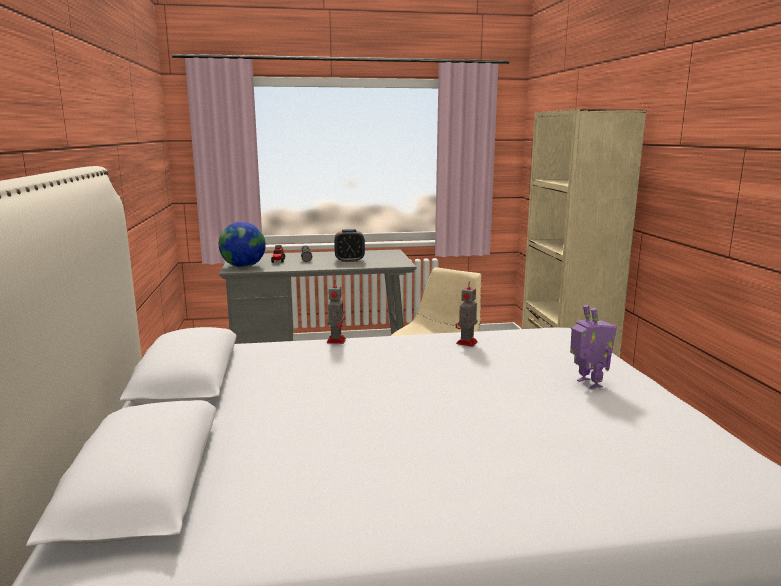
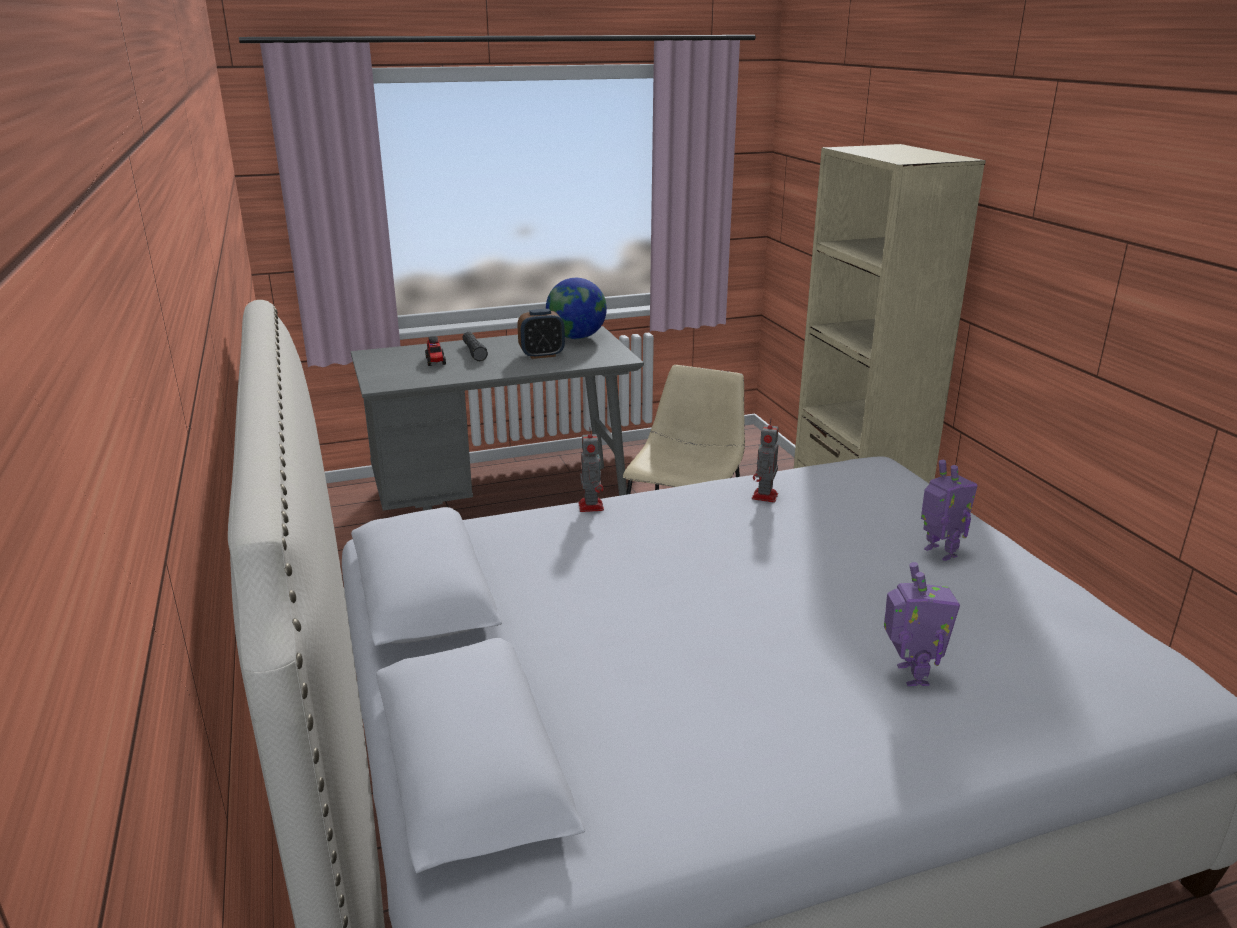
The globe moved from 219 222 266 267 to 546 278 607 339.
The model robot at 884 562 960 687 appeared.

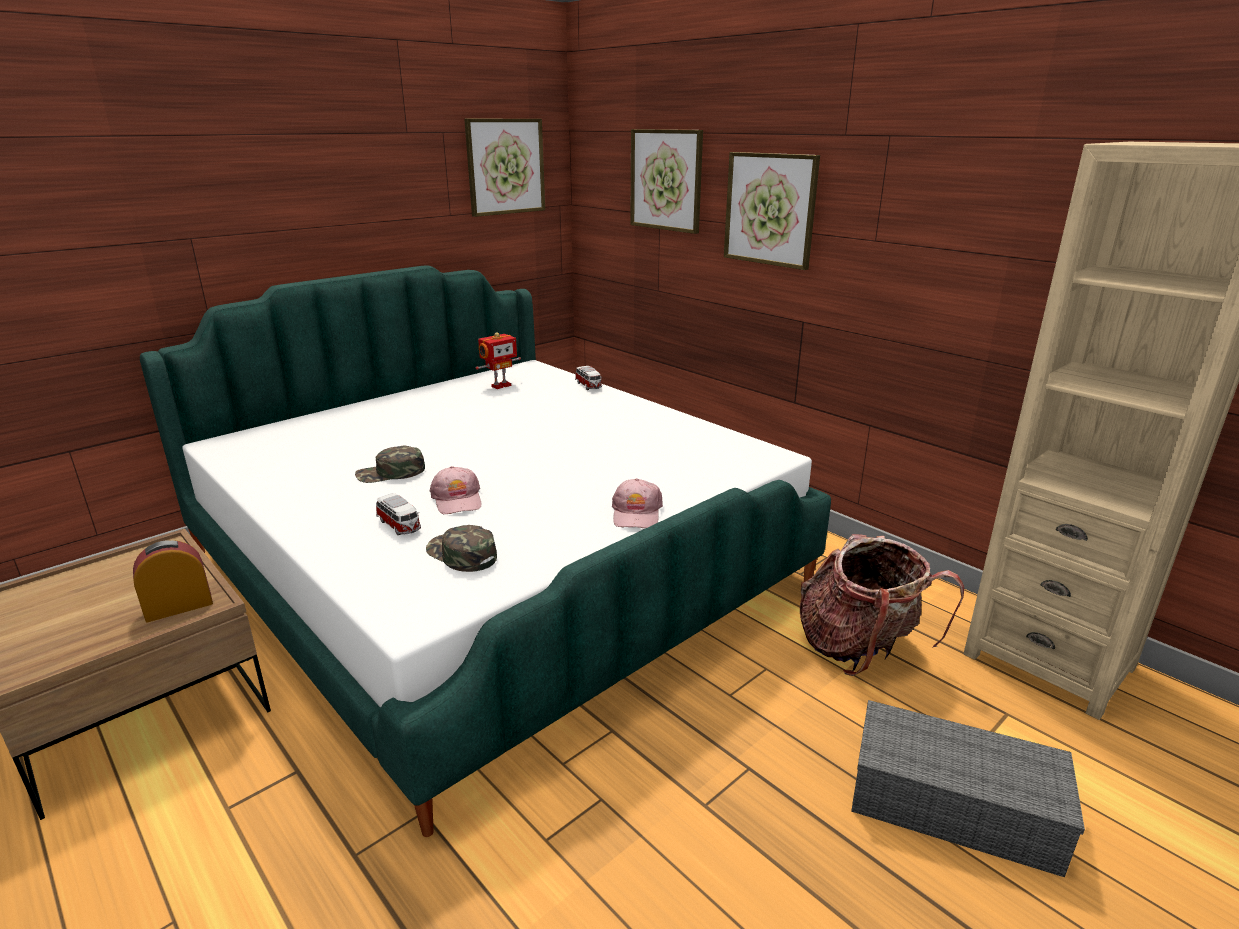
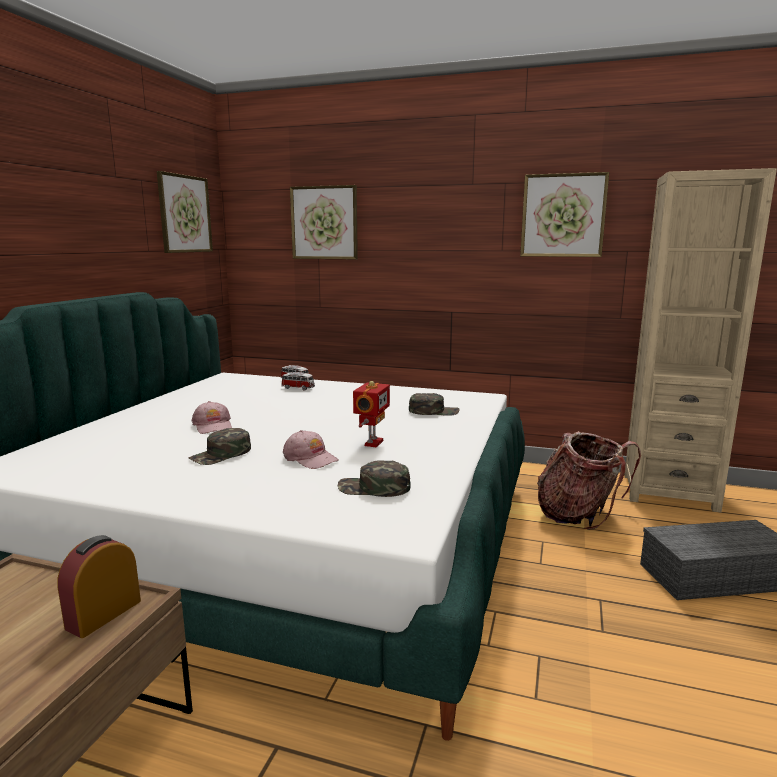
The wall picture moved from 724 152 820 270 to 520 172 609 257.
The model robot moved from 476 332 521 389 to 353 381 390 448.
The pinkish peaked cap moved from 612 478 663 528 to 191 401 232 434.
The model car moved from 376 493 421 535 to 281 372 315 390.
The greenish peaked cap at 409 393 460 416 appeared.

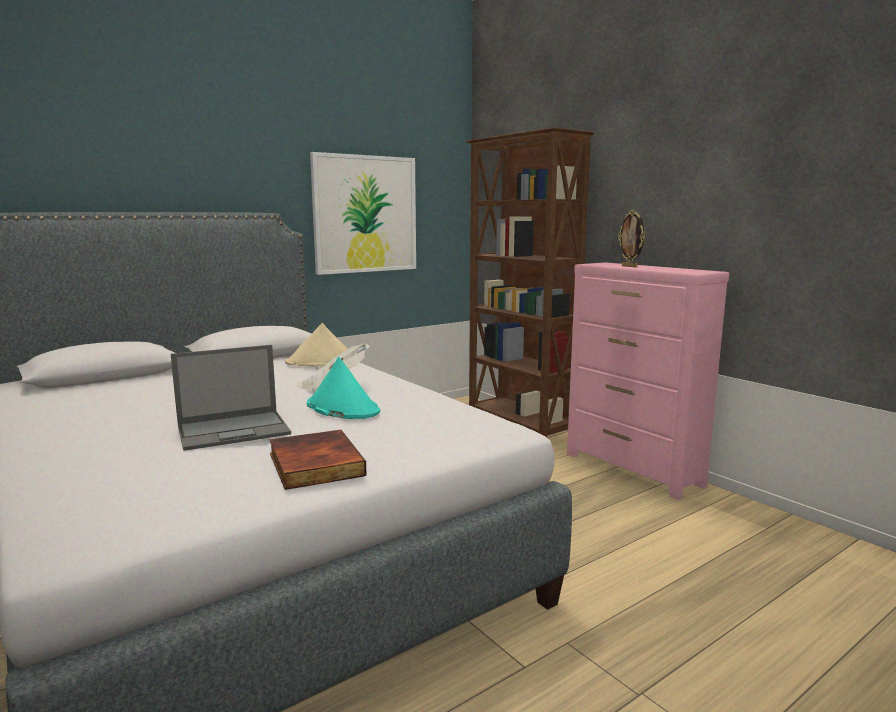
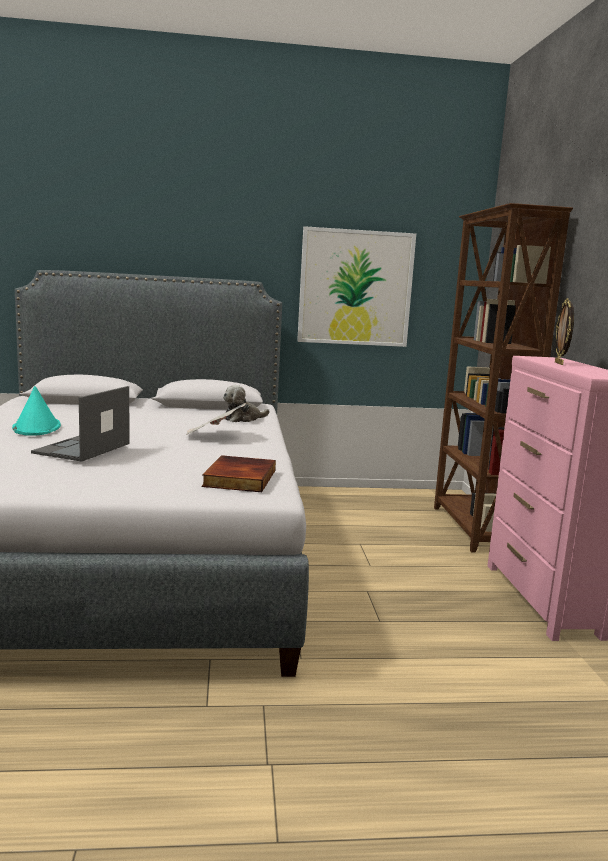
The beige-coloured clothing hat at 285 323 347 367 was replaced by the plush toy at 223 385 270 422.
The laptop at 171 345 291 451 turned 105 degrees clockwise.
The turquoise clothing hat moved from 307 357 380 419 to 12 386 61 436.
The book moved from 269 430 366 490 to 202 455 276 492.

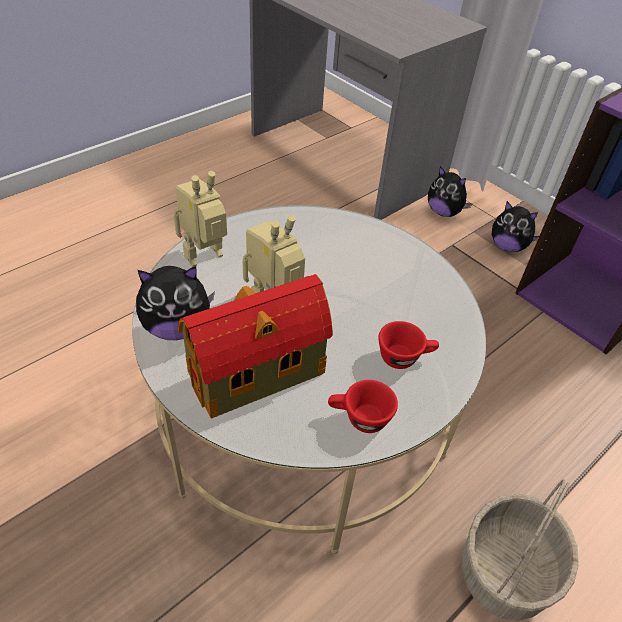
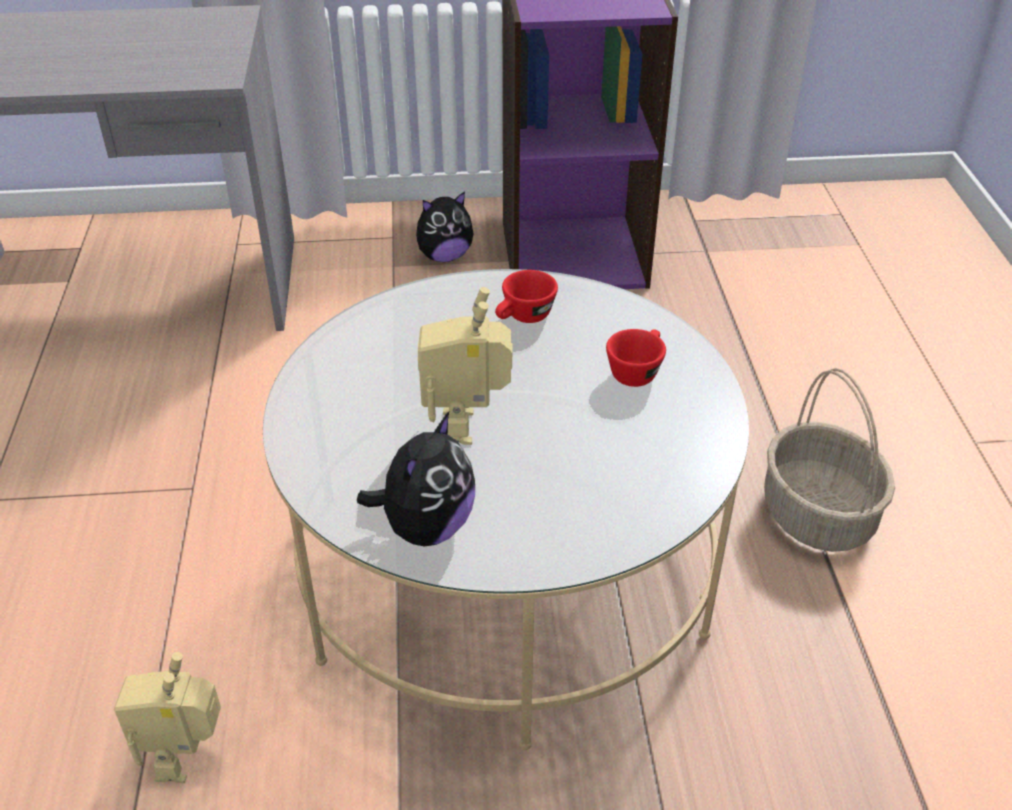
The plush toy at 428 166 472 217 disappeared.
The model robot moved from 174 171 227 267 to 114 652 221 783.
The toy house at 178 274 333 418 disappeared.
The red-coloured small cup moved from 328 380 398 433 to 495 270 558 323.

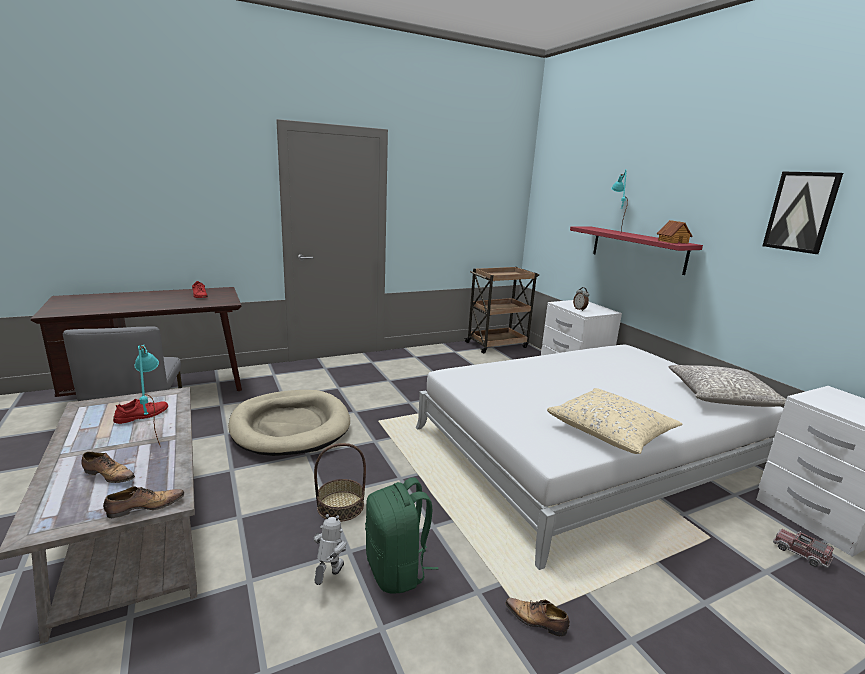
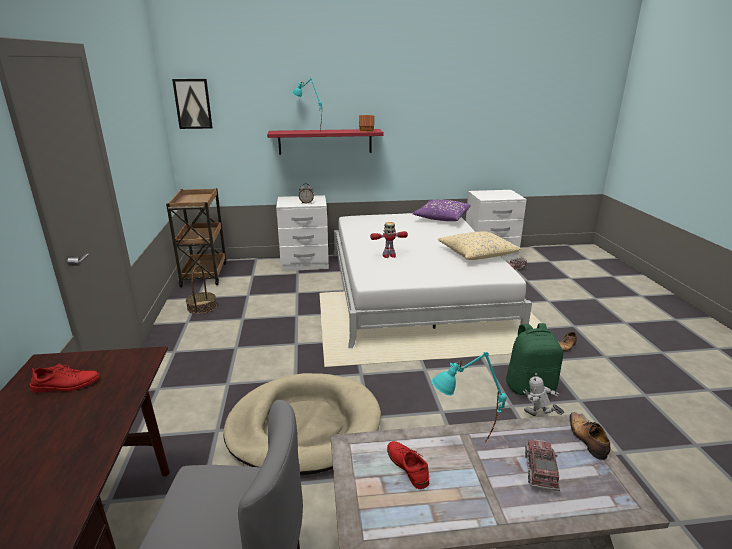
The wall picture moved from 762 171 843 254 to 172 79 213 129.
The grey throw pillow at 668 365 787 407 became the purple-coloured throw pillow at 412 199 471 221.
The basket moved from 314 443 366 522 to 186 265 217 314.
The shoe at 81 452 135 483 was replaced by the toy lorry at 525 440 560 491.
The model robot at 370 222 408 258 appeared.

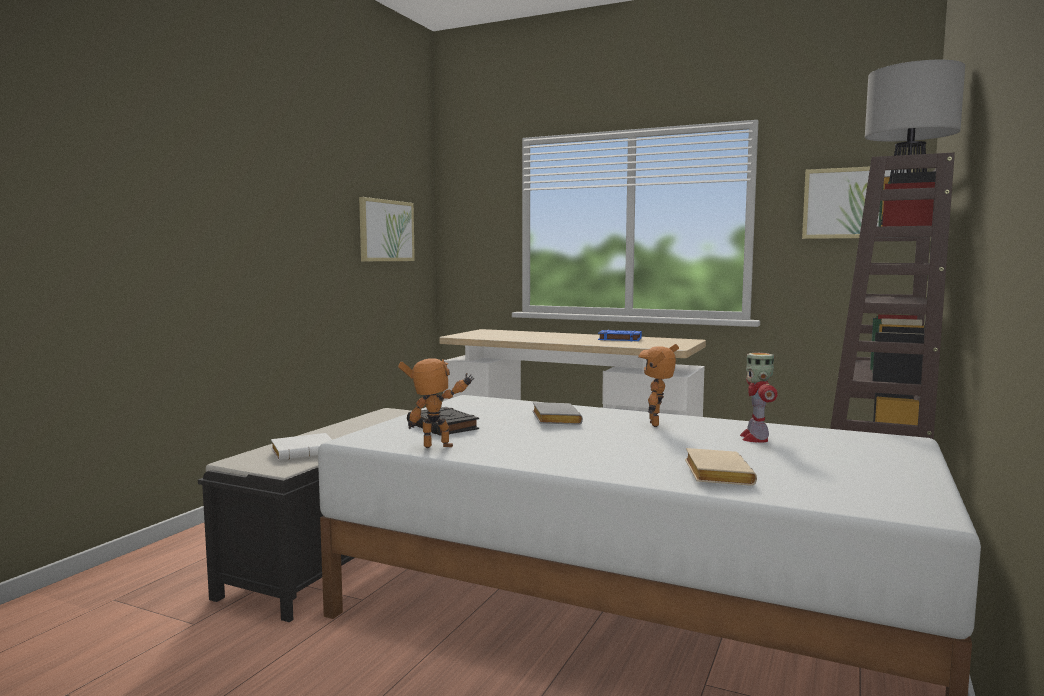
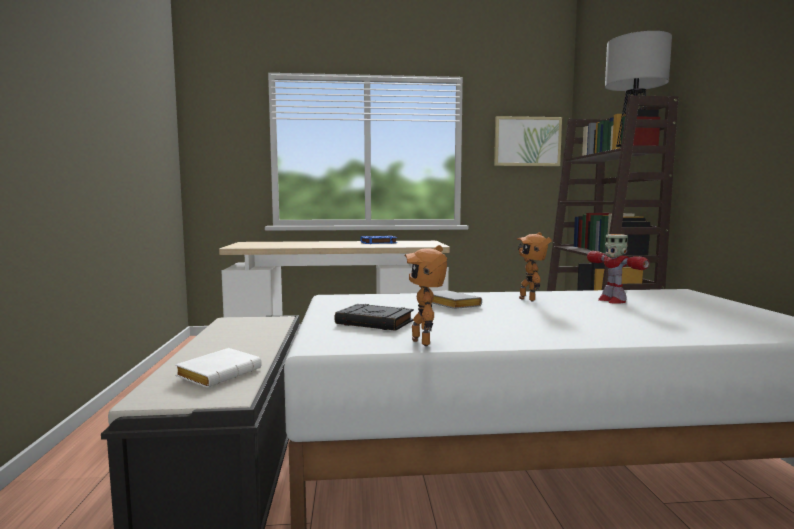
The wall picture at 359 197 415 261 disappeared.
The model robot at 398 358 474 448 turned 75 degrees counterclockwise.
The beige-coloured book at 685 448 757 486 disappeared.

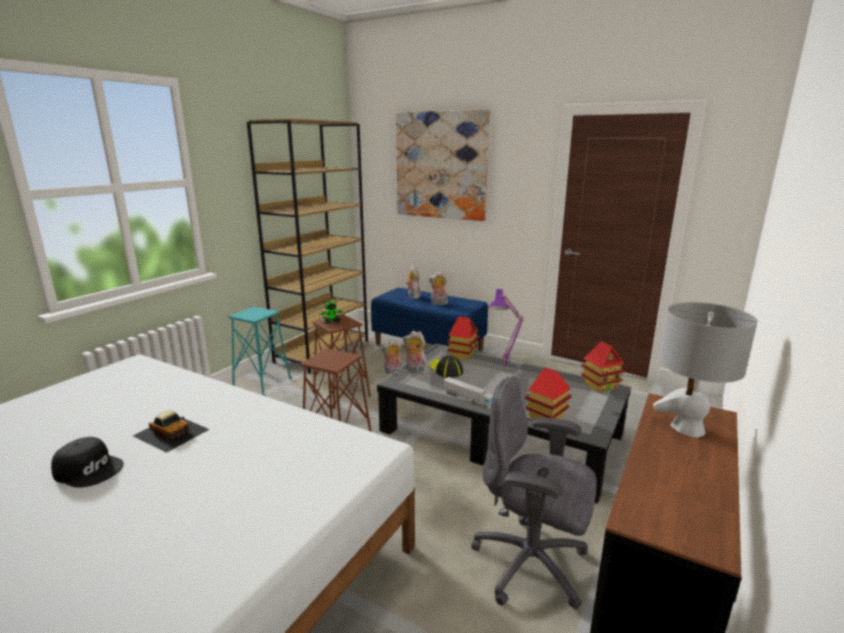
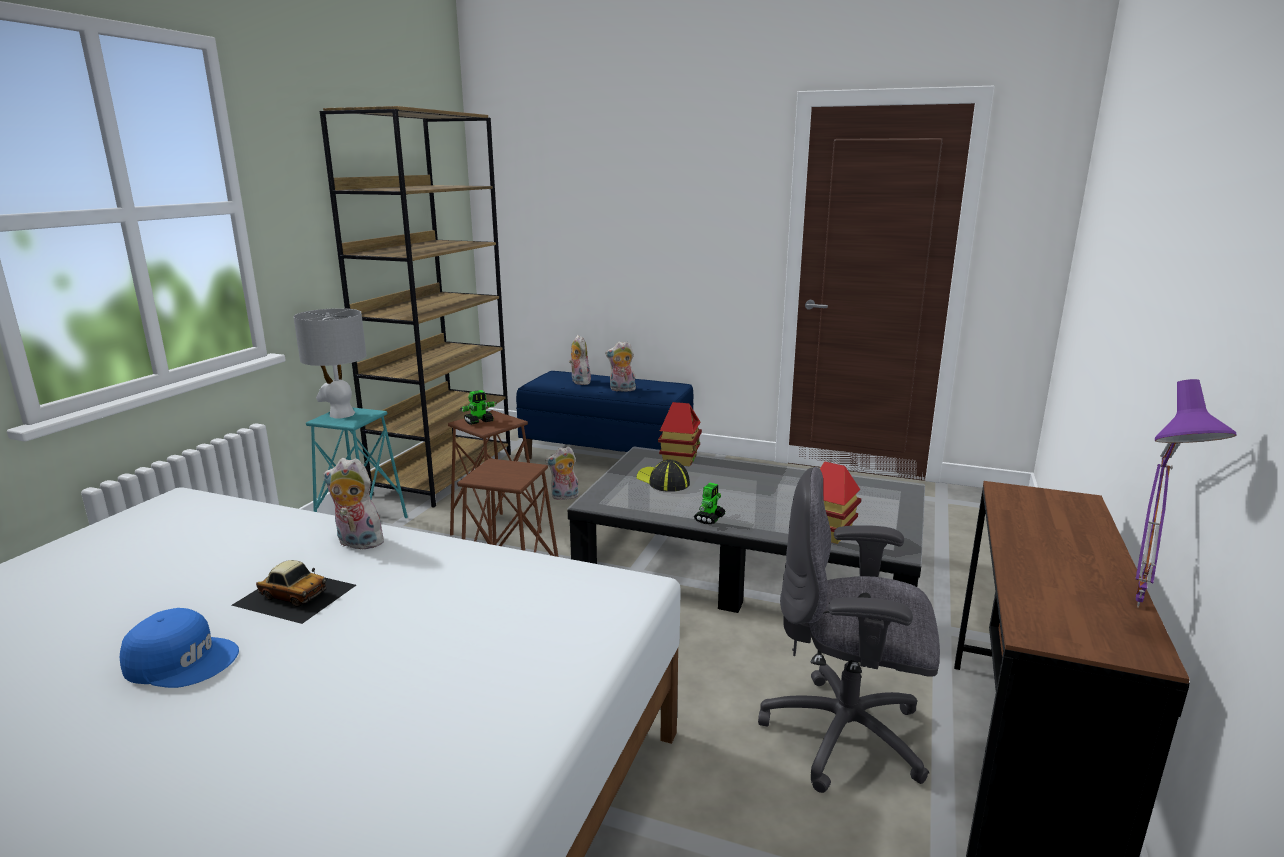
The wall picture at 396 109 491 221 disappeared.
The purple-coloured lamp for a table moved from 488 289 524 369 to 1135 379 1237 608.
The grey lamp for a table moved from 653 302 758 438 to 293 308 367 419.
The plush toy moved from 403 331 428 375 to 323 458 386 549.
The toy house at 581 341 625 393 disappeared.
The toy lorry at 442 377 493 409 was replaced by the model robot at 694 483 726 524.
The black peaked cap at 51 437 124 488 became the blue-coloured peaked cap at 120 608 239 688.

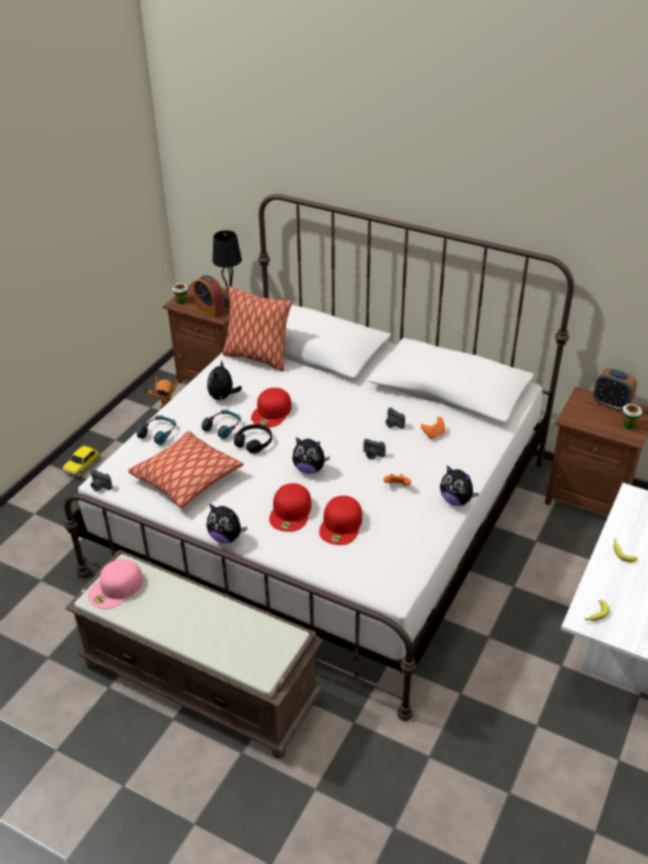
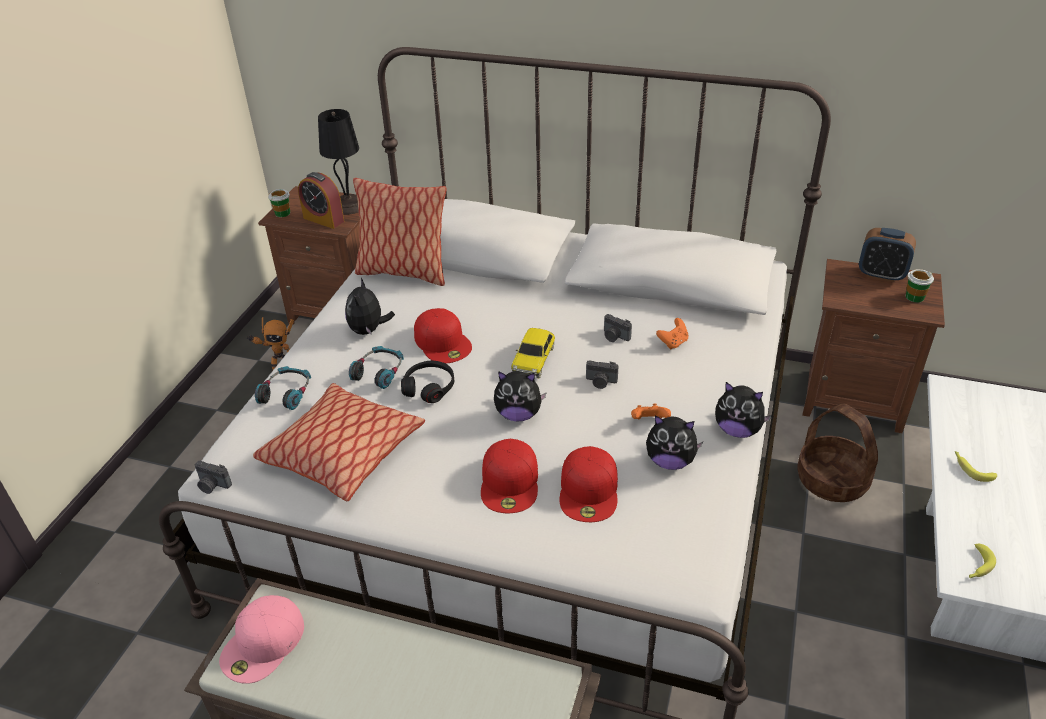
The red-coloured peaked cap at 251 388 292 427 turned 45 degrees counterclockwise.
The model car moved from 62 446 99 478 to 511 328 555 379.
The plush toy moved from 206 503 247 543 to 646 415 703 470.
The basket at 797 404 878 502 appeared.

